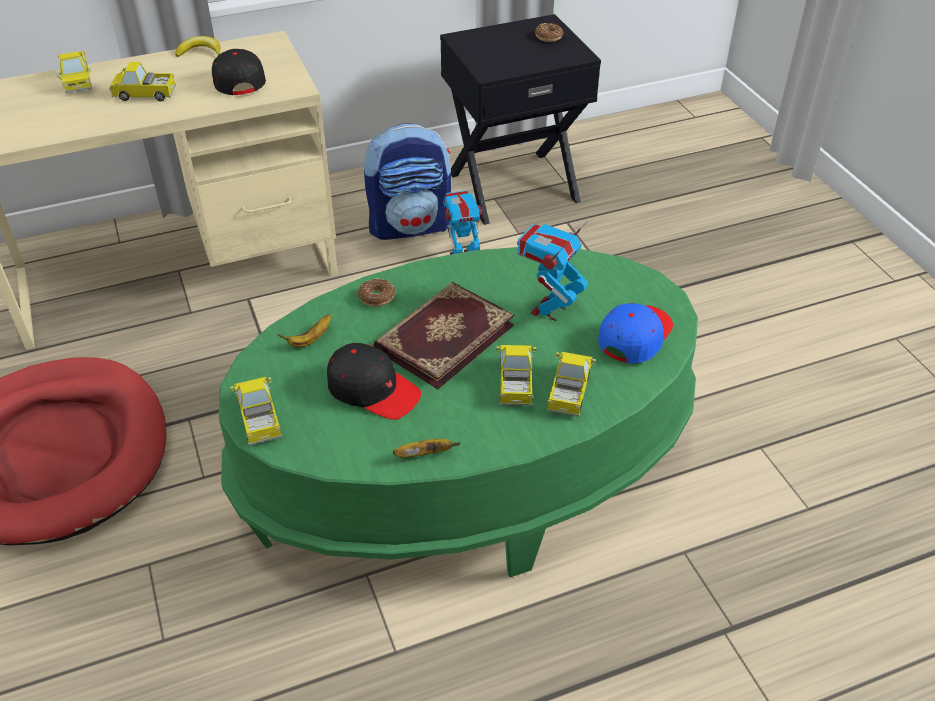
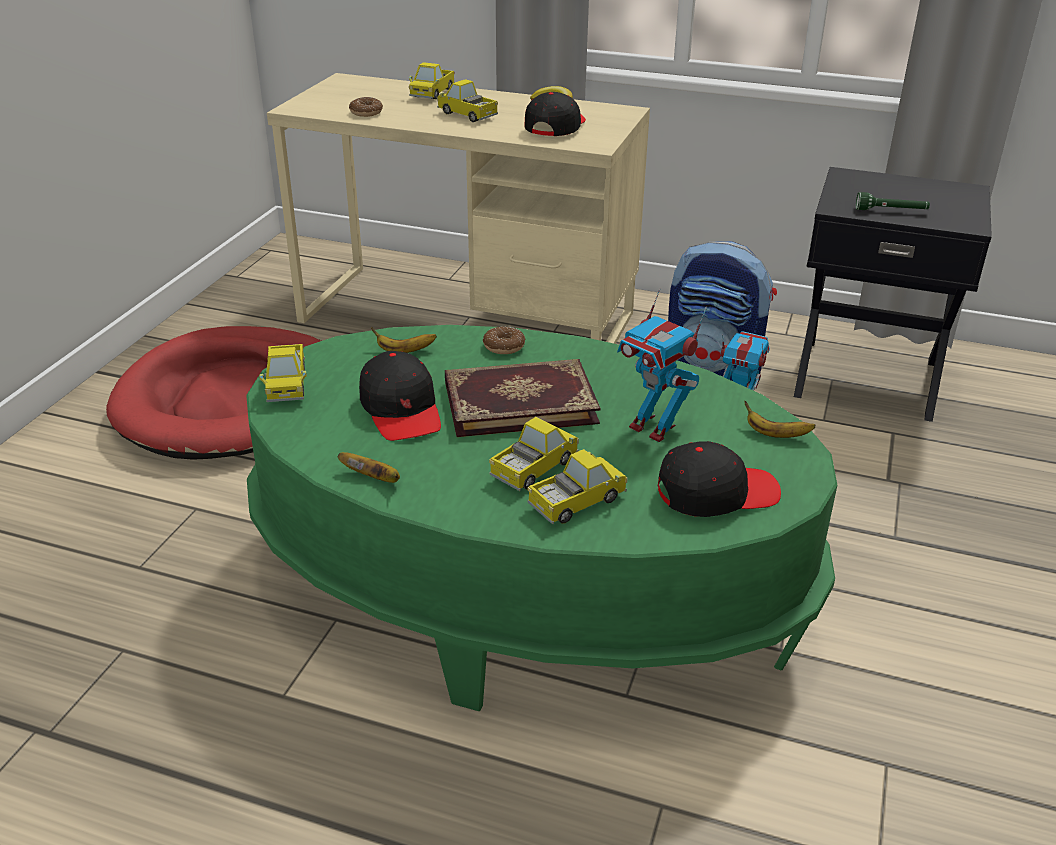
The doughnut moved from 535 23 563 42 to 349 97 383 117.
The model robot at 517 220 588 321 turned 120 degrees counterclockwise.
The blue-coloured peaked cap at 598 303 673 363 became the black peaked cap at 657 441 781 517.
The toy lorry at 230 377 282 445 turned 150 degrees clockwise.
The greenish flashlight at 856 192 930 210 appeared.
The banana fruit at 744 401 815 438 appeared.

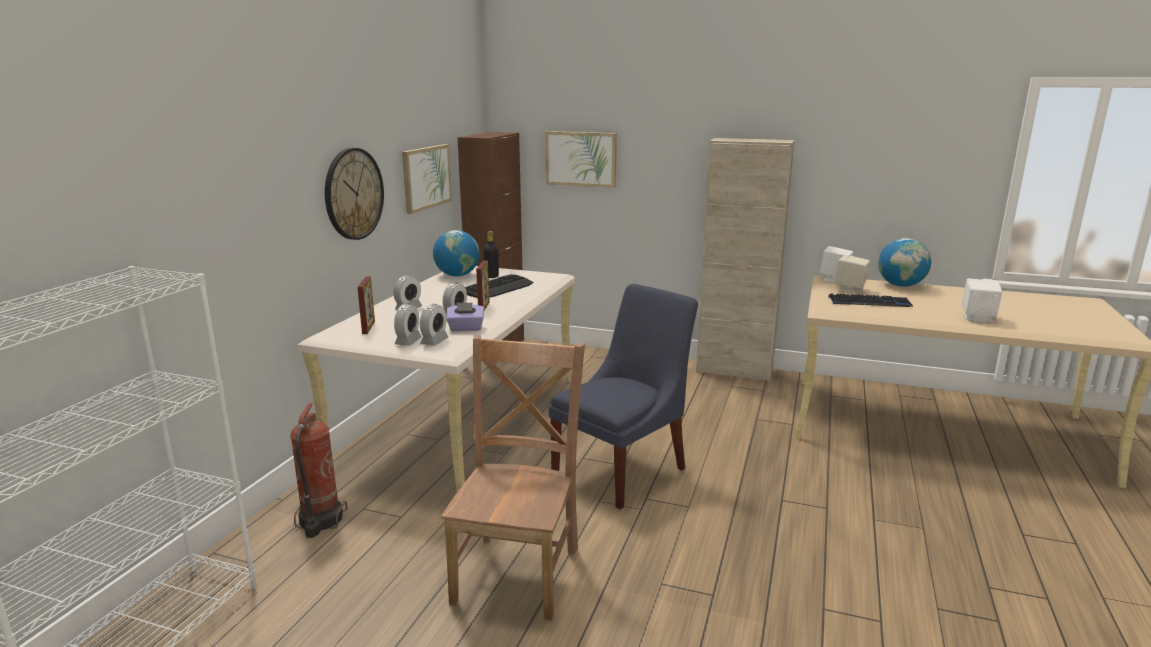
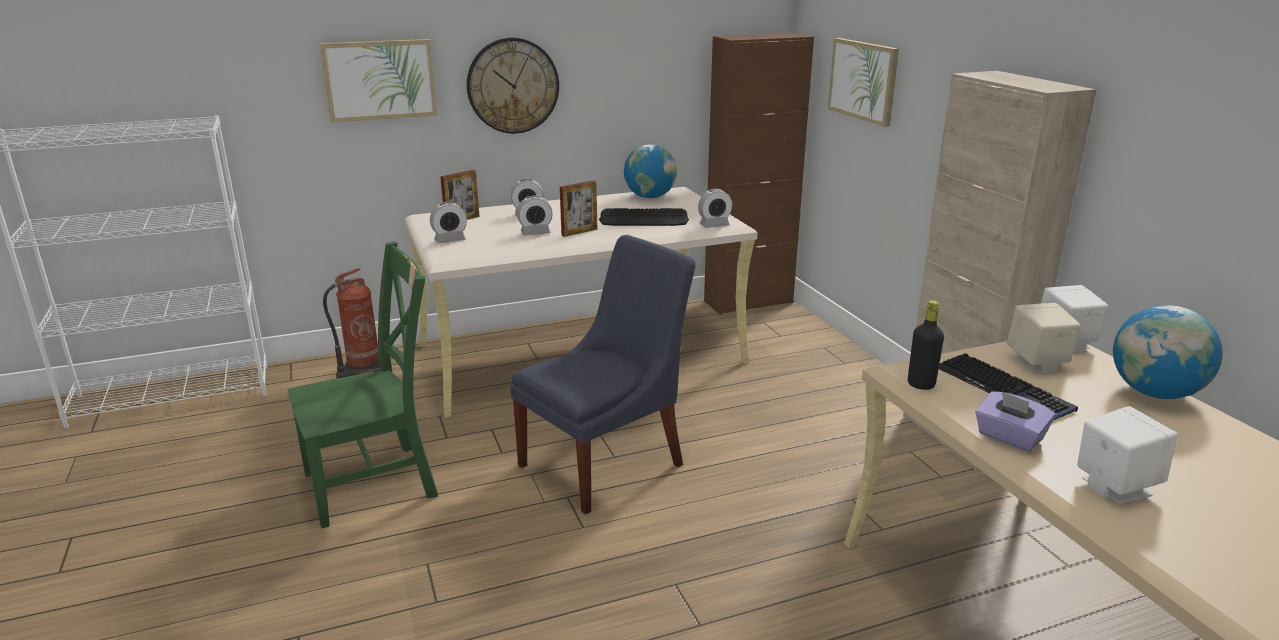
The wall picture moved from 402 144 452 214 to 320 39 437 122.
The black drink bottle moved from 483 231 499 278 to 908 300 944 390.
The blue-coloured upright chair at 549 284 698 509 turned 45 degrees counterclockwise.
The purple-coloured tissue box moved from 447 302 484 331 to 975 391 1056 452.
The bedside clock moved from 420 304 448 346 to 698 189 732 228.
The brown upright chair at 441 335 585 621 became the greenish upright chair at 288 241 438 528.

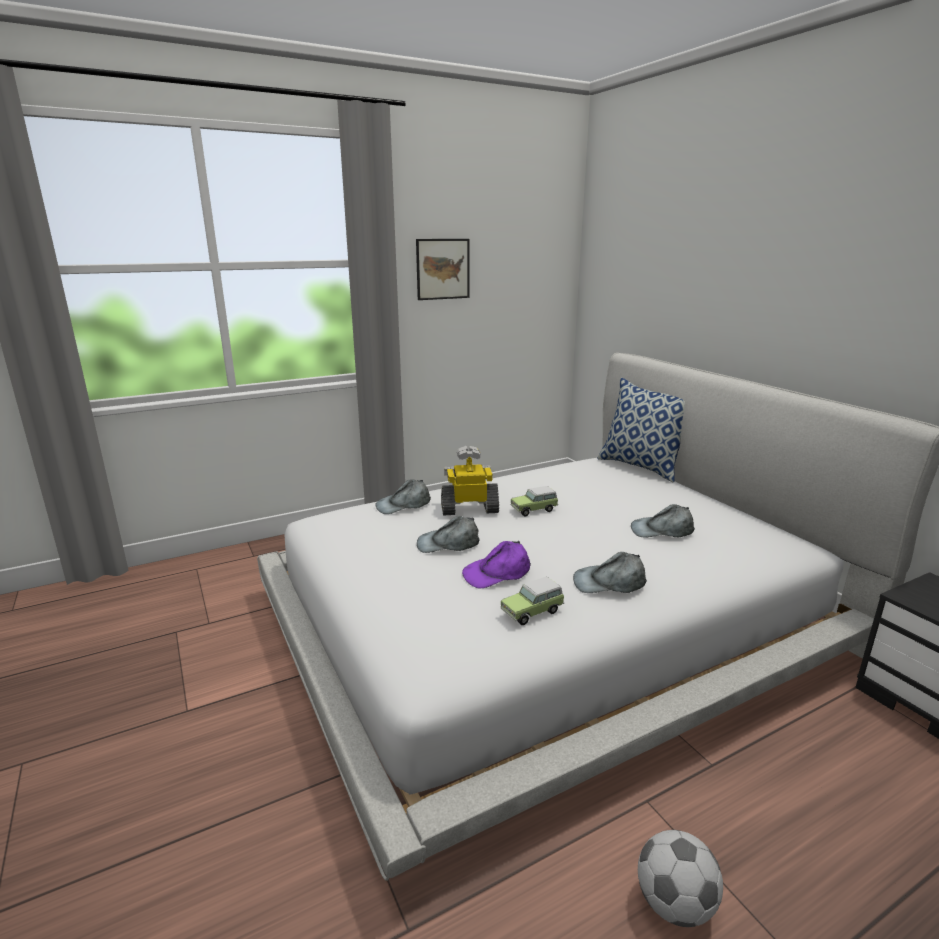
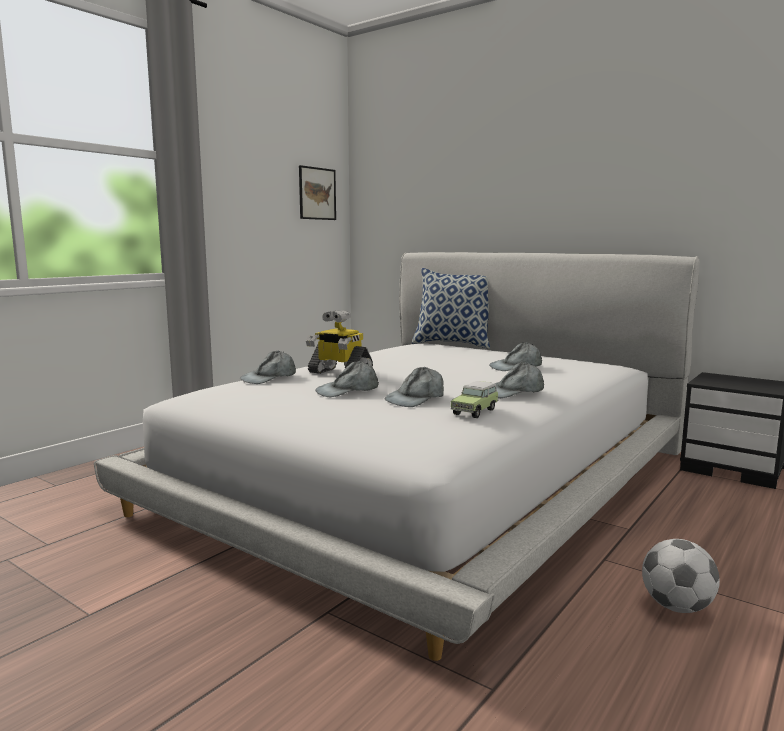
The wall picture moved from 416 239 470 300 to 299 165 336 220.
The model robot at 441 446 499 516 turned 120 degrees counterclockwise.
The model car at 511 486 558 516 disappeared.
The purple-coloured peaked cap at 462 541 531 589 became the grey peaked cap at 385 367 444 407.

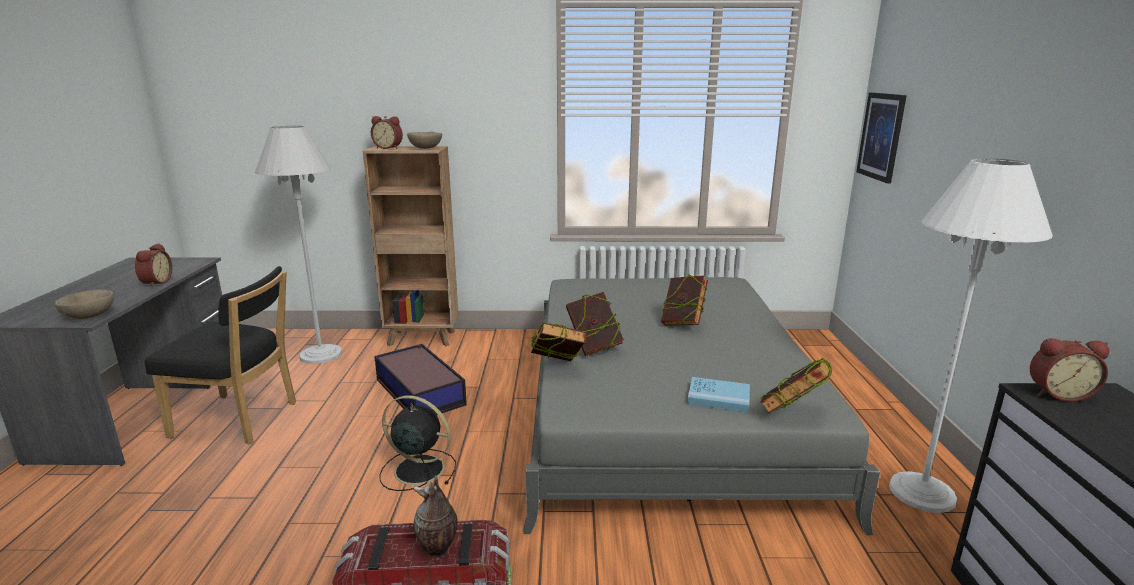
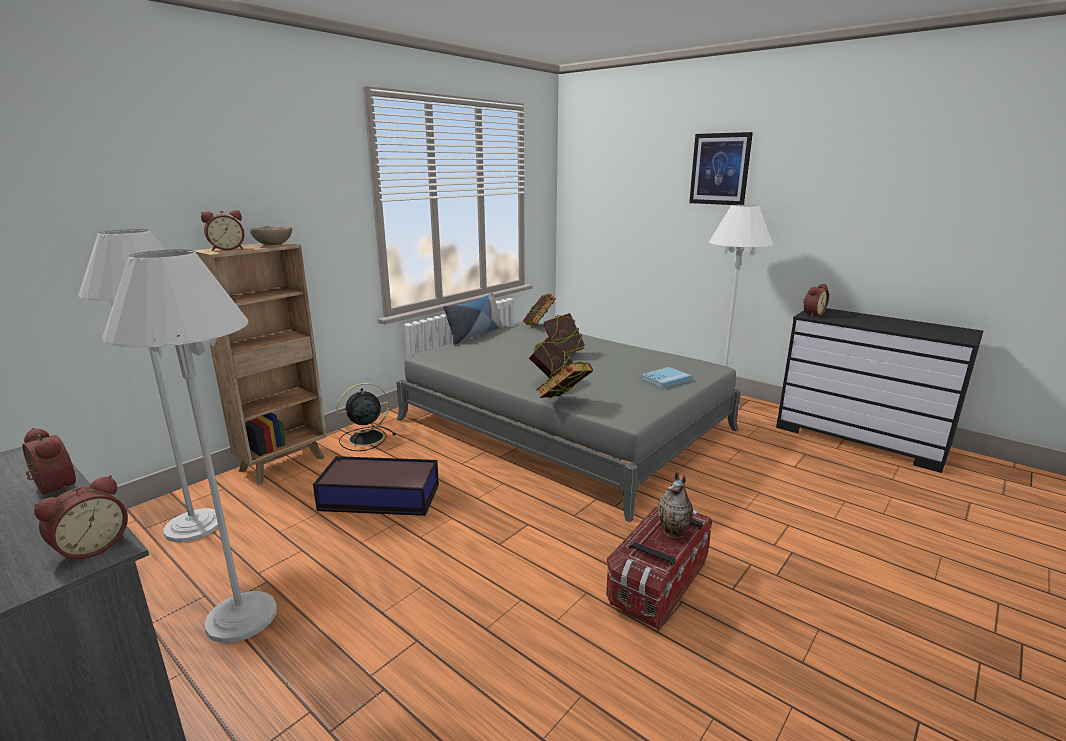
The wall picture moved from 856 92 907 184 to 689 132 753 205.
The black upright chair at 145 266 296 444 was replaced by the white standing lamp at 102 249 277 643.
The beige-coloured serving bowl at 55 290 114 319 was replaced by the bedside clock at 34 475 128 565.
The book moved from 760 358 832 414 to 523 294 556 325.
The black cooling fan moved from 380 395 456 491 to 336 383 395 451.
The throw pillow at 443 292 503 345 appeared.

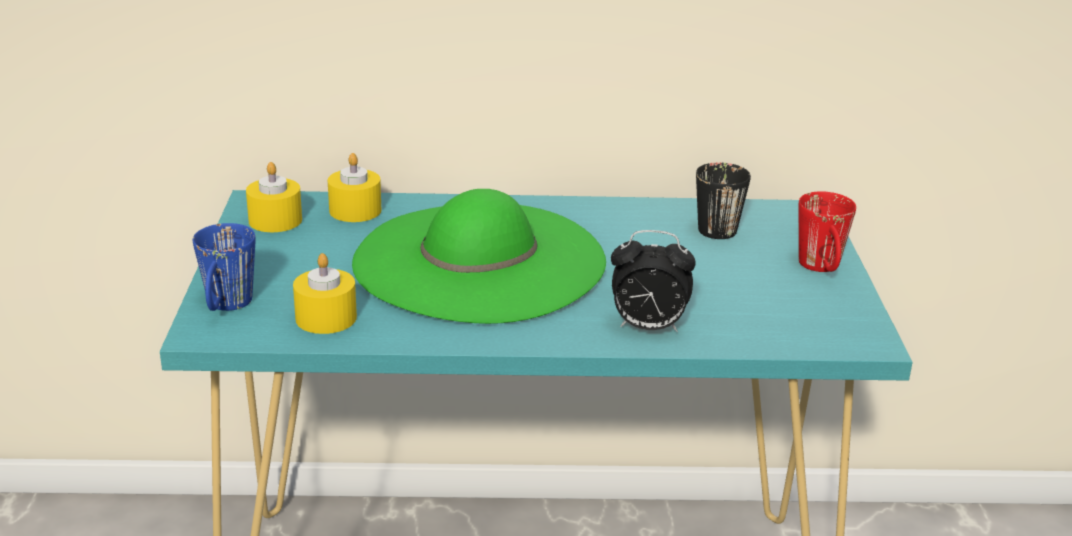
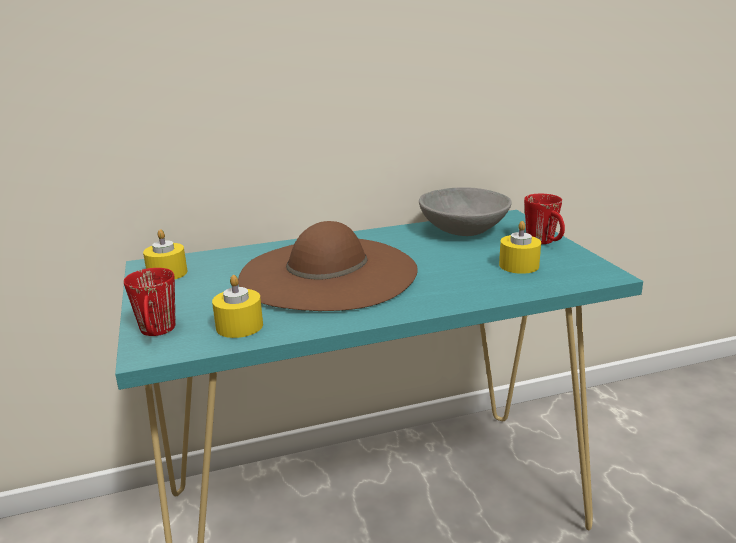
The yellowish wax candle moved from 328 153 381 222 to 499 221 541 274.
The black mug at 696 162 751 239 was replaced by the grey serving bowl at 419 187 512 236.
The greenish clothing hat at 352 189 606 324 became the brown clothing hat at 238 221 418 311.
The blue-coloured mug at 193 223 256 311 became the red-coloured mug at 124 268 175 336.
The bedside clock at 611 230 696 332 disappeared.

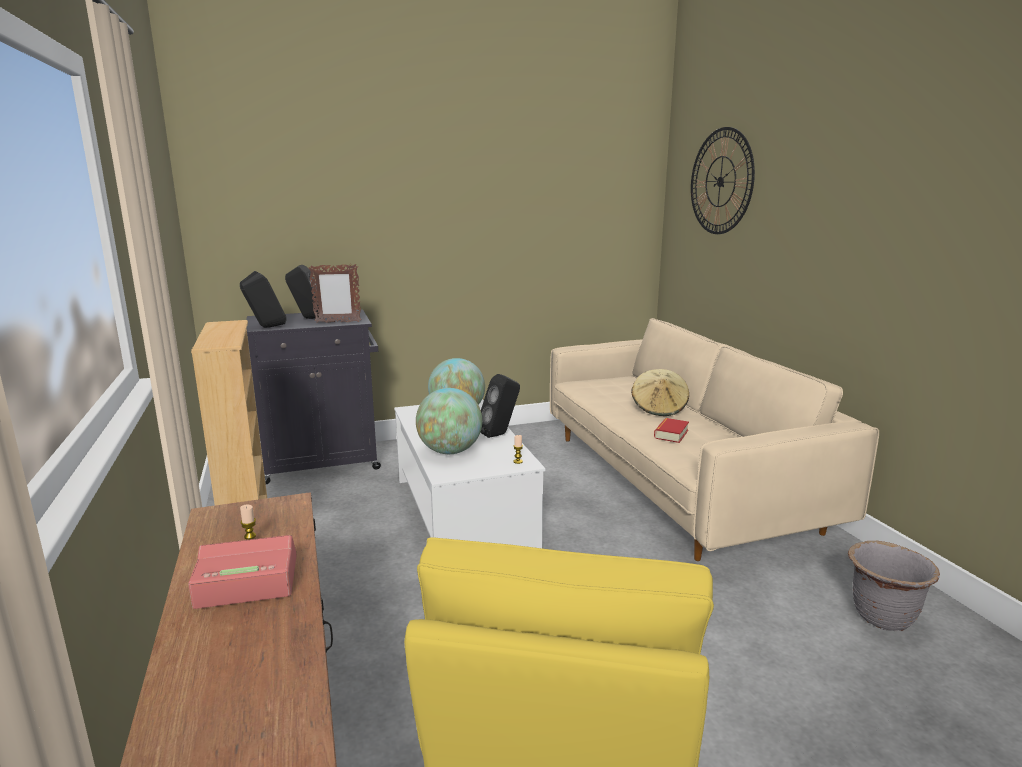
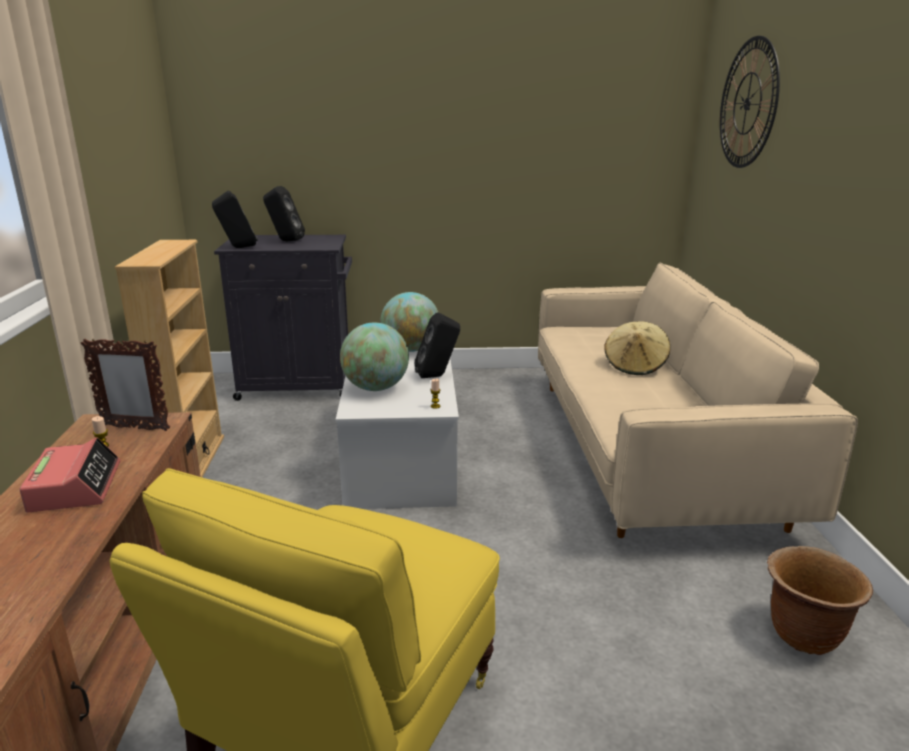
The picture frame moved from 308 264 361 323 to 81 338 170 431.
The book at 654 418 689 443 disappeared.
The bedside clock at 188 535 296 609 turned 75 degrees clockwise.
The grey planter at 848 541 940 631 became the brown planter at 767 546 873 655.

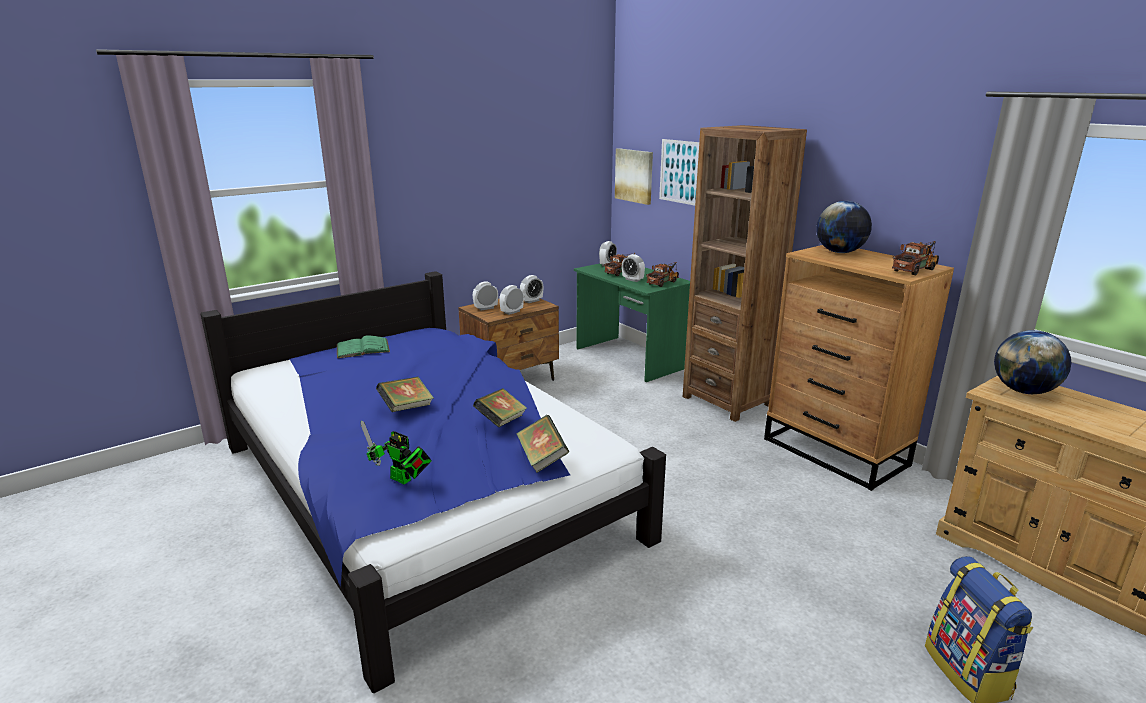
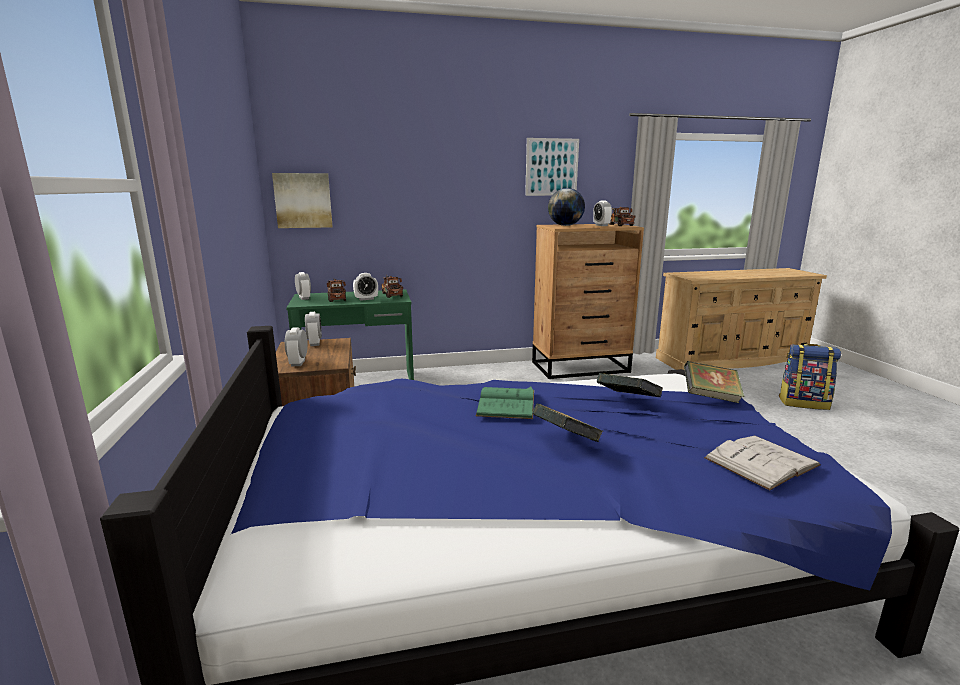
The brown bookcase at 683 125 807 422 disappeared.
The wall picture moved from 659 139 699 206 to 525 138 579 196.
The bedside clock moved from 499 285 524 315 to 593 200 612 226.
The globe at 994 330 1071 394 disappeared.
The greenish book moved from 337 335 390 358 to 476 386 534 419.
The model robot at 361 421 432 484 was replaced by the white book at 704 436 821 490.

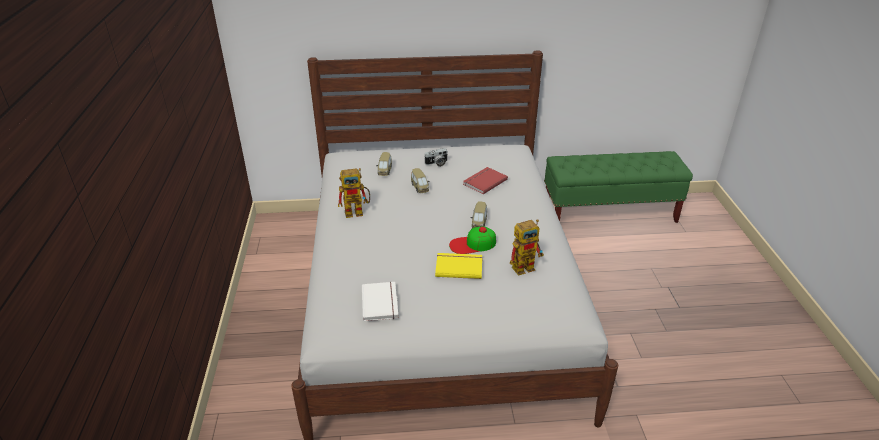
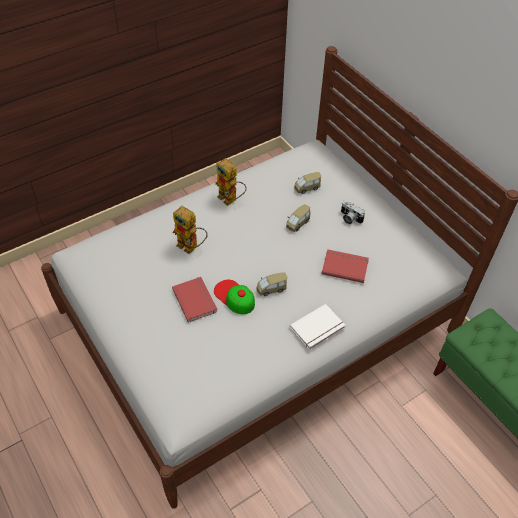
The model robot moved from 510 219 544 276 to 172 206 208 254.
The yellowish book at 435 253 483 279 became the red-coloured book at 172 277 217 322.
The white book moved from 362 282 398 321 to 290 304 345 350.

